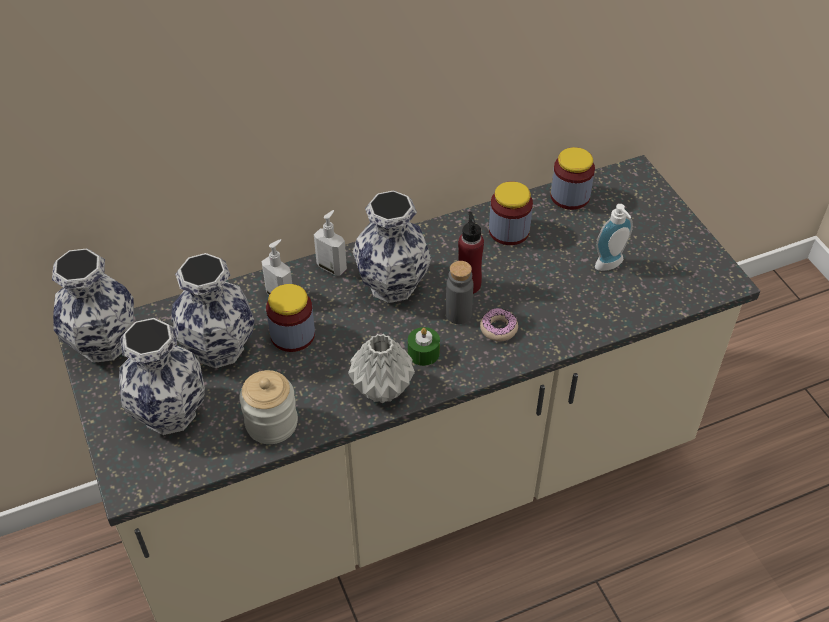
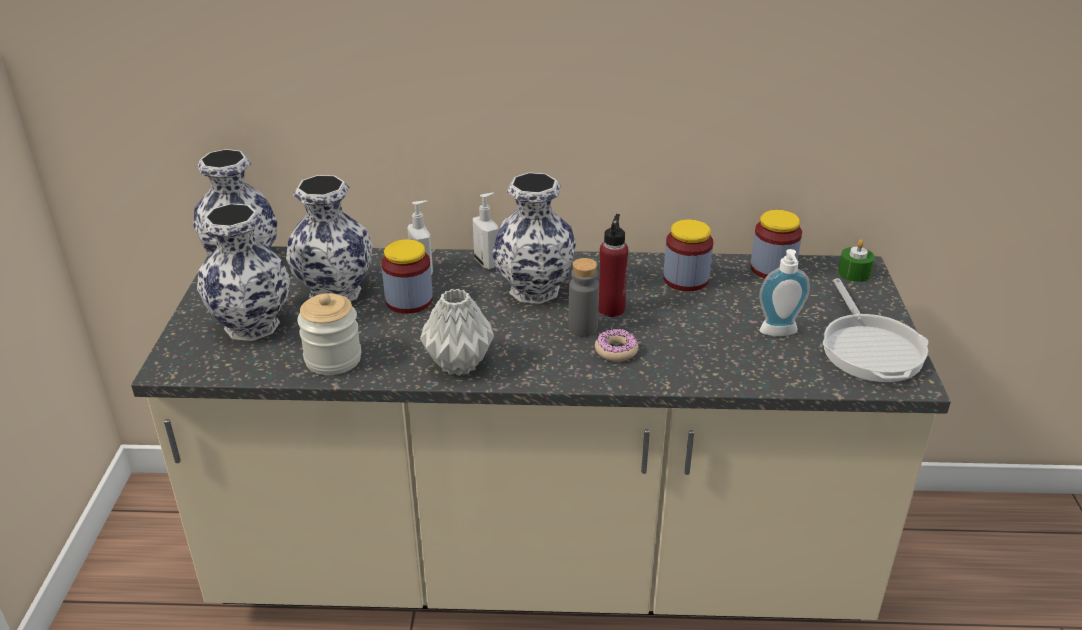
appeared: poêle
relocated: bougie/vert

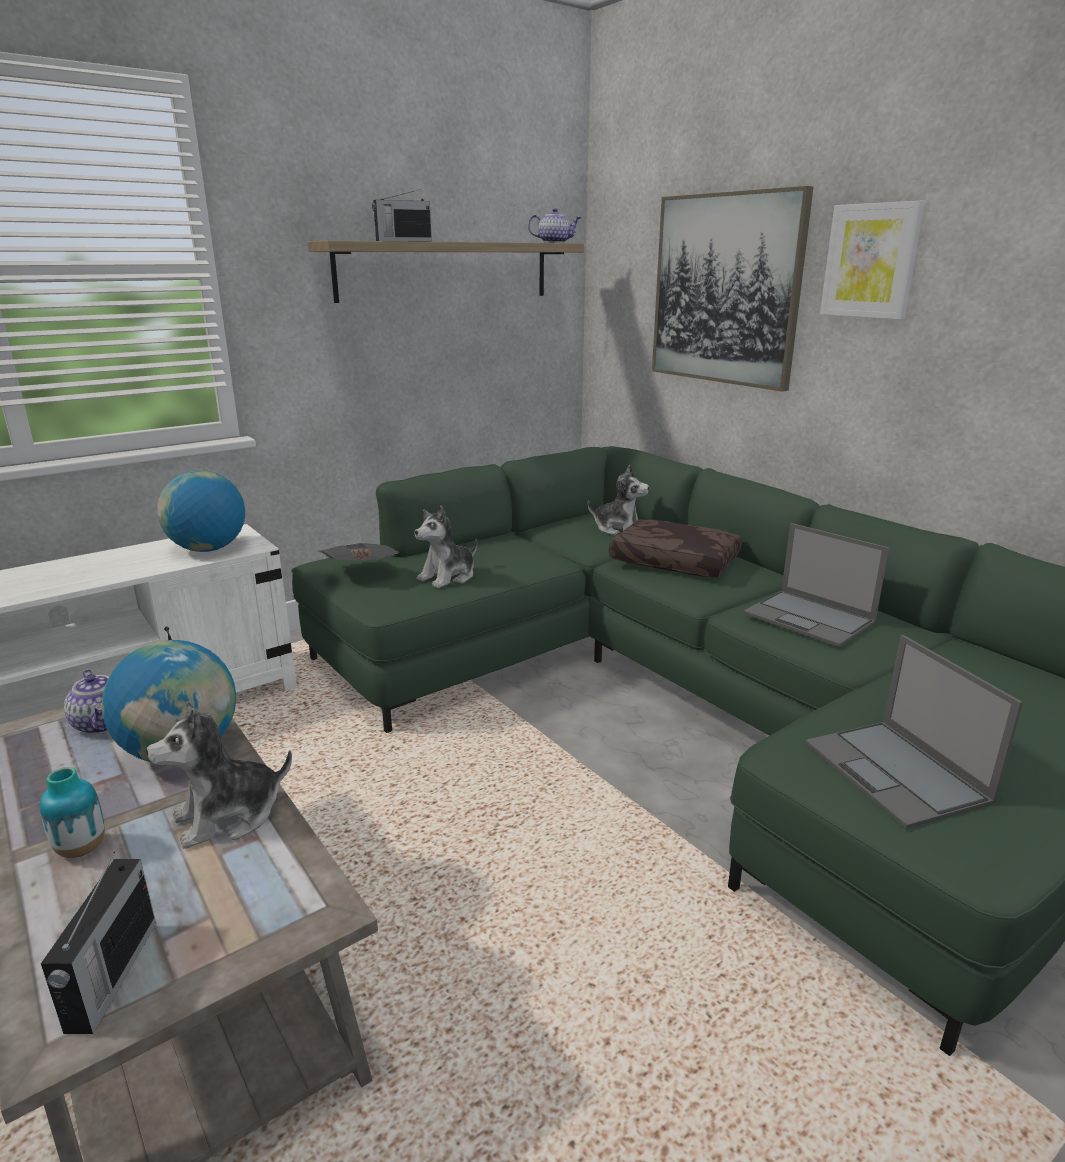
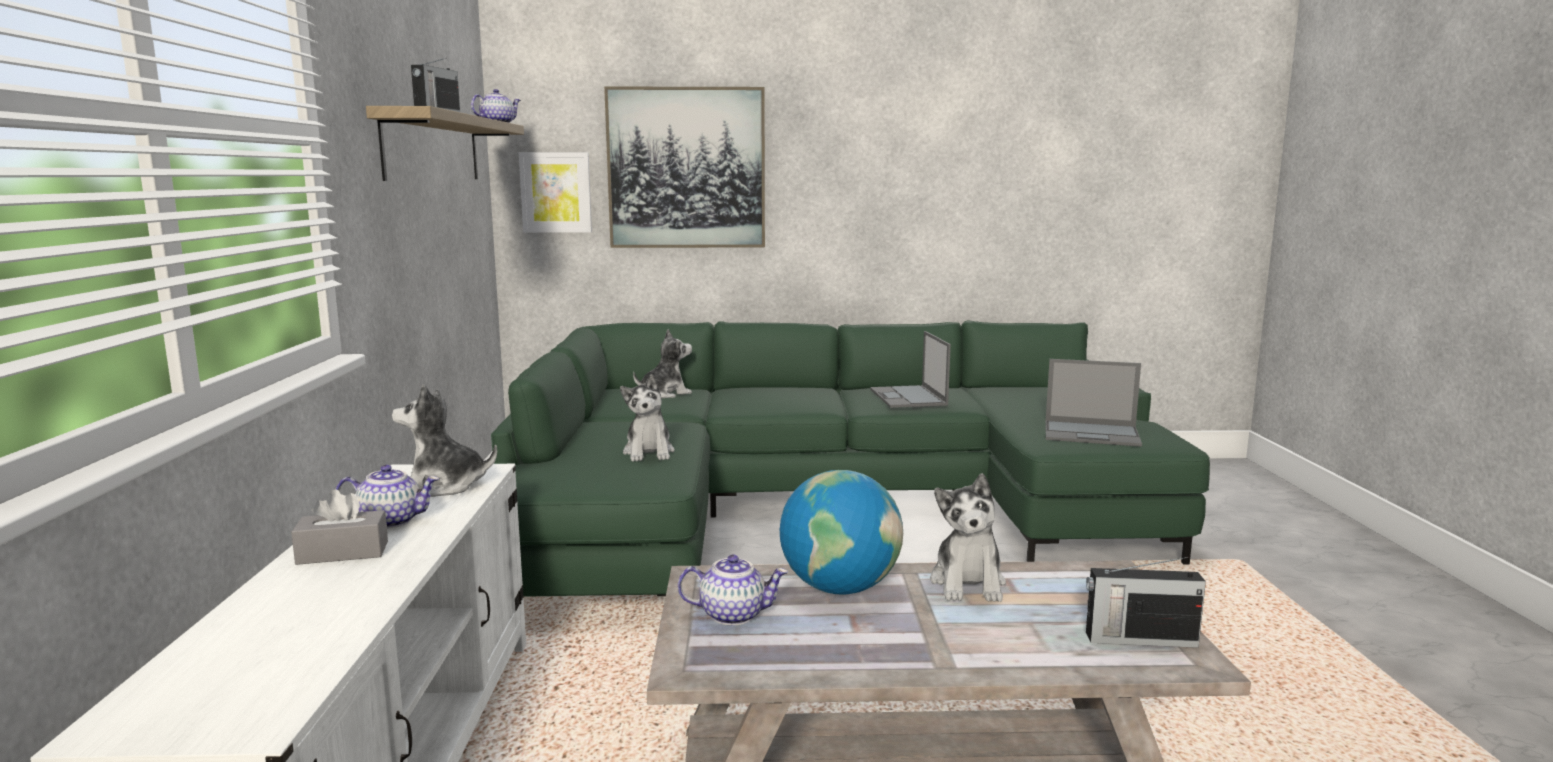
missing: vase; journal; coussin/marron
appeared: boîte à mouchoirs/gris; théière (no. 1 from left)
relocated: tableau (no. 2 from left in the first image) to tableau (no. 1 from left)
exchanged: globe (no. 2 from left) to peluche (no. 1 from left)
spun: radio (no. 1 from left in the first image) 150 degrees clockwise; ordinateur portable (no. 1 from left) 90 degrees clockwise

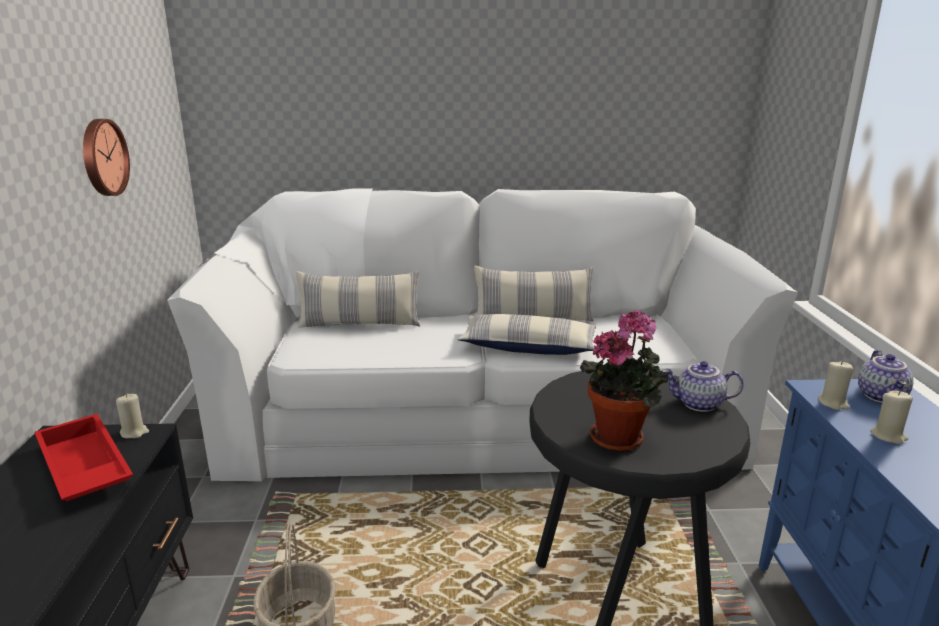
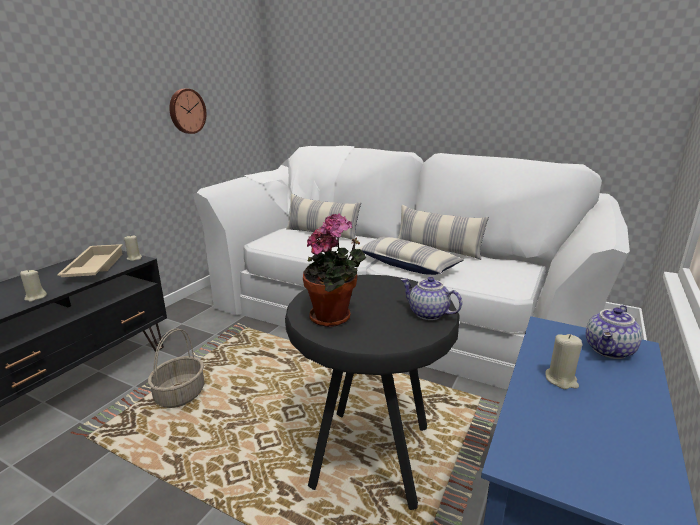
relocated: bougie/beige (no. 2 from left in the first image) to bougie/beige (no. 1 from left)
colour: plateau/rouge to plateau/beige

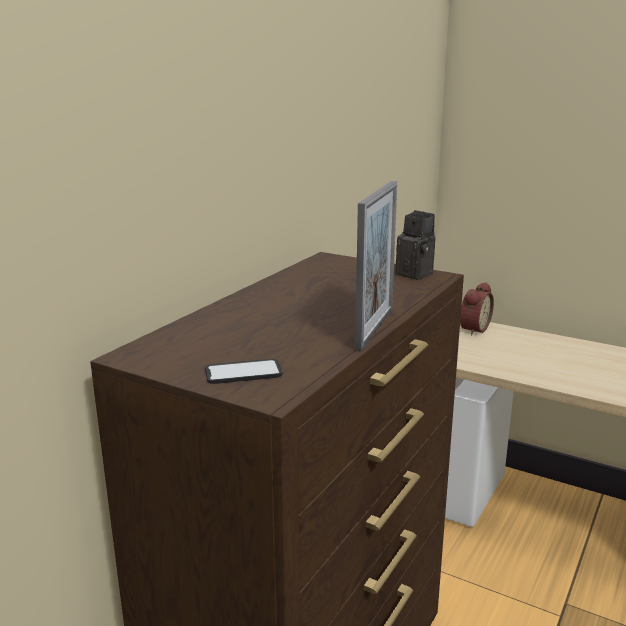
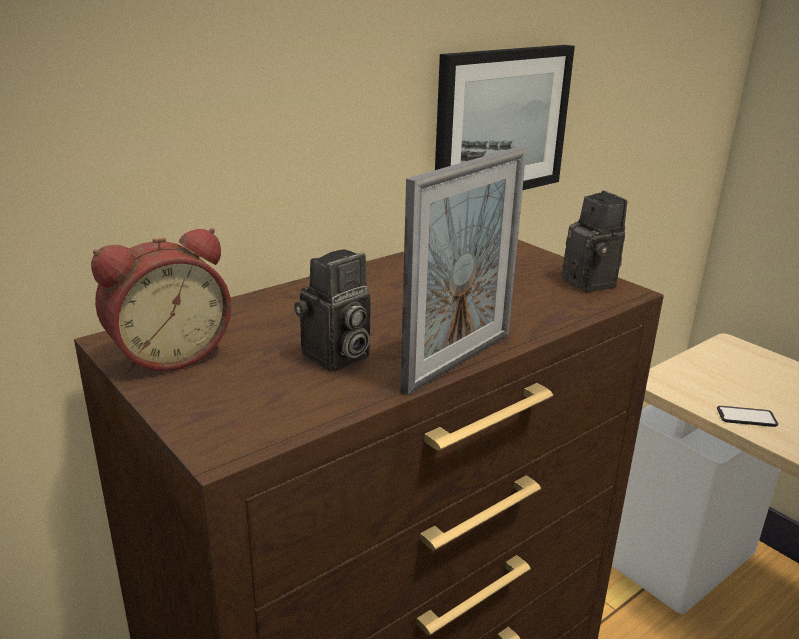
appeared: appareil photo (no. 1 from left); tableau
relocated: téléphone; réveil

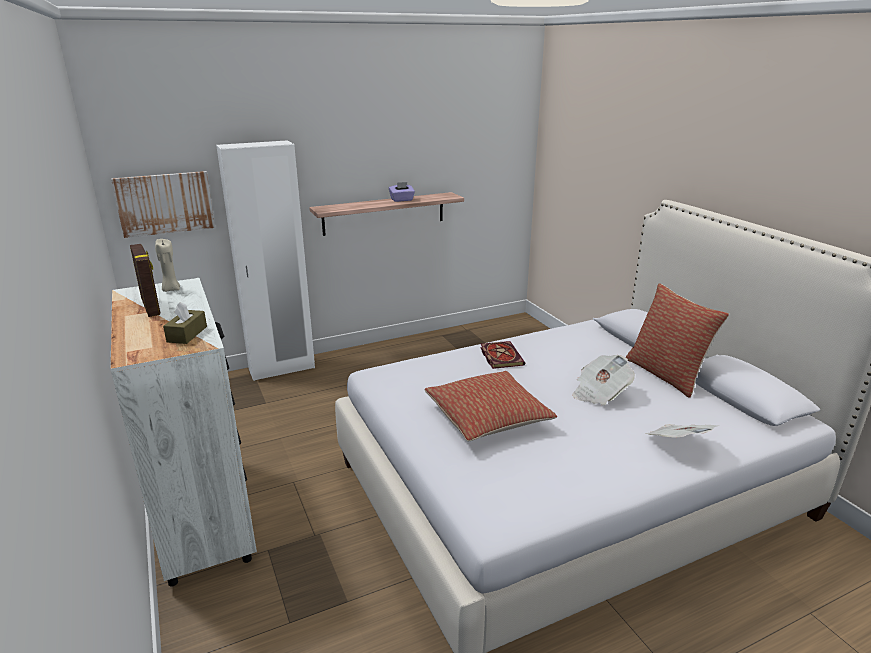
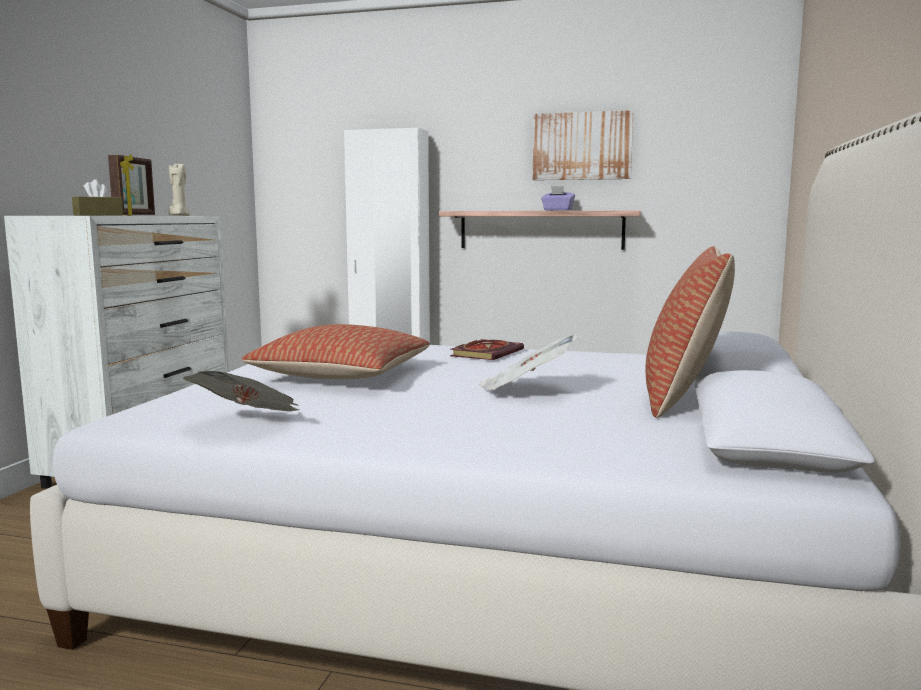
relocated: tableau; journal (no. 2 from left in the first image) to journal (no. 1 from left)

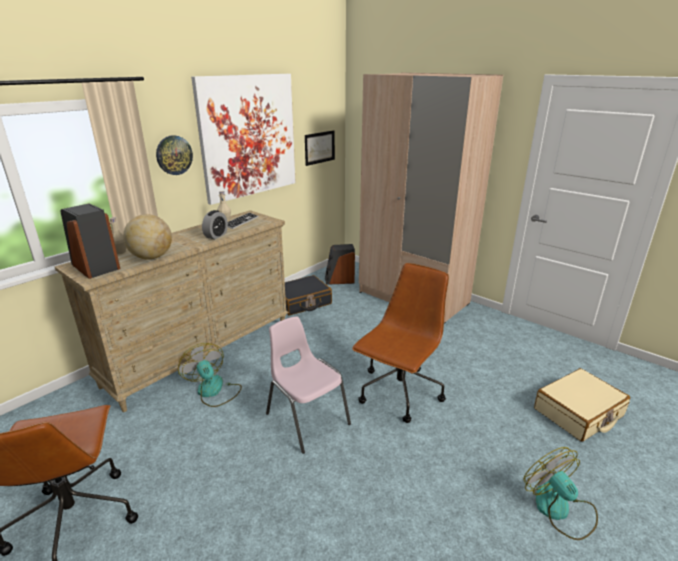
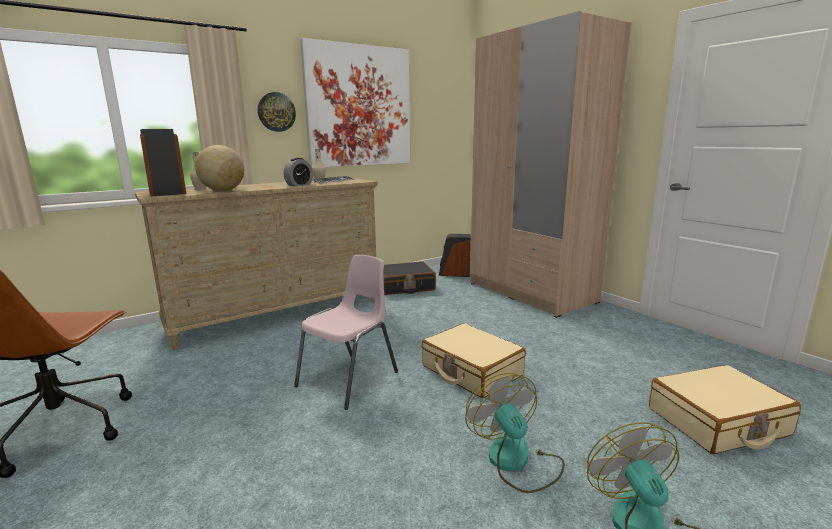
missing: tableau (no. 2 from left)
relocated: ventilateur (no. 1 from left)
exchanged: chaise de bureau/marron (no. 2 from left) to valise/beige (no. 1 from left)
spun: chaise/rose 60 degrees clockwise

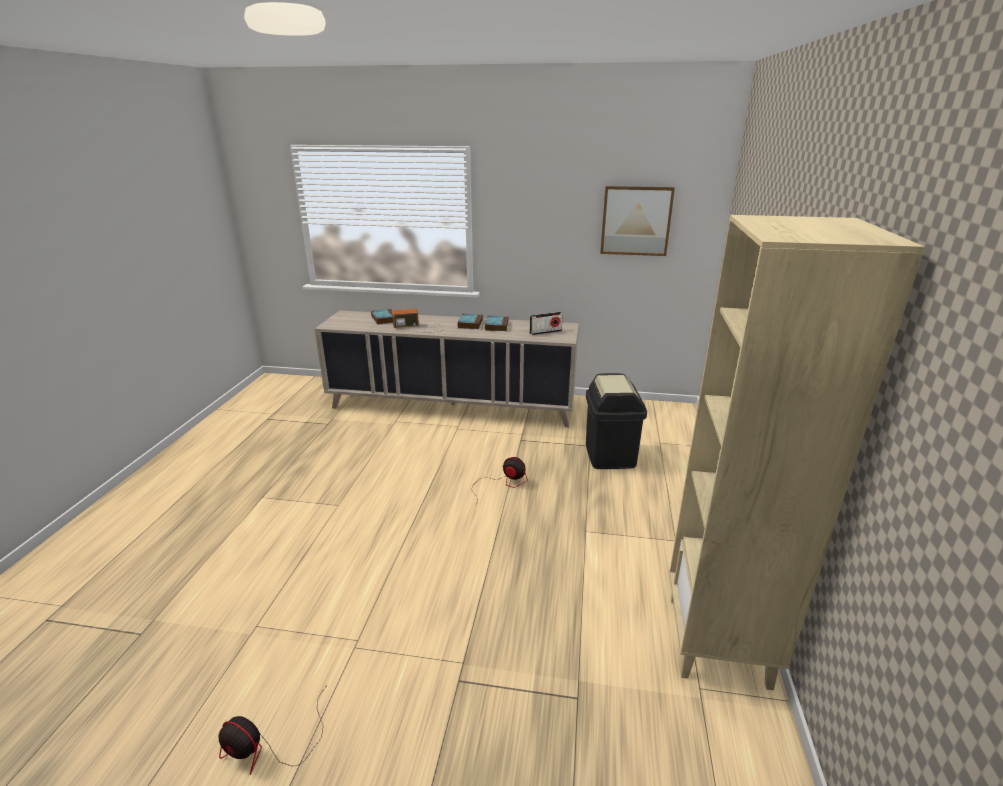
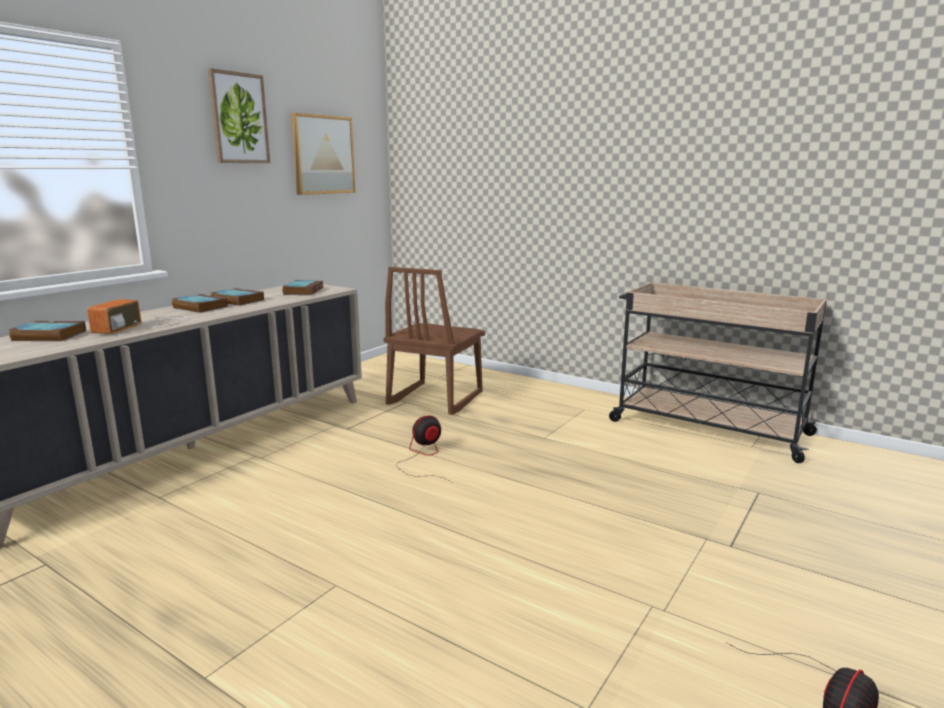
appeared: tableau (no. 1 from left)
exchanged: radio (no. 2 from left) to livre (no. 4 from left); poubelle/noir to chaise/marron; bibliothèque/beige to chariot/beige

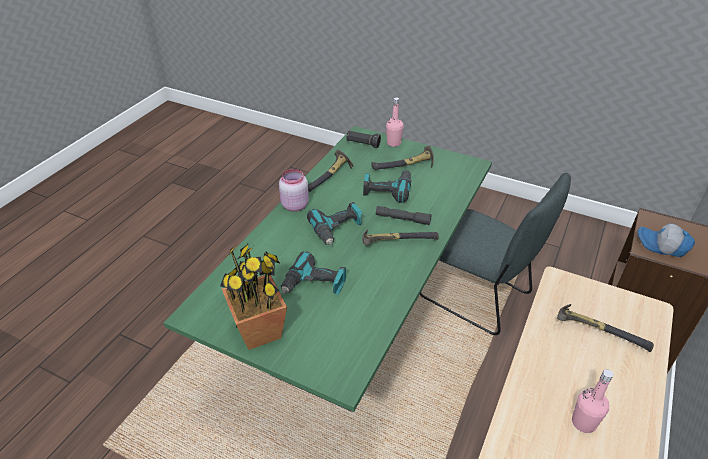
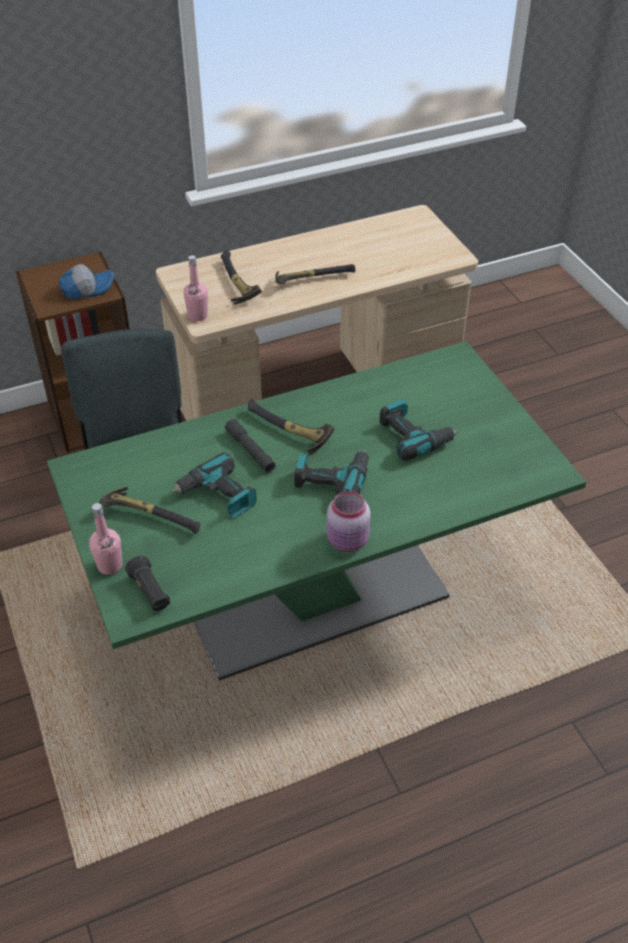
missing: plante en pot
relocated: marteau (no. 1 from left in the first image) to marteau (no. 4 from left); bouteille/rose (no. 2 from left)
spun: casquette 90 degrees counterclockwise

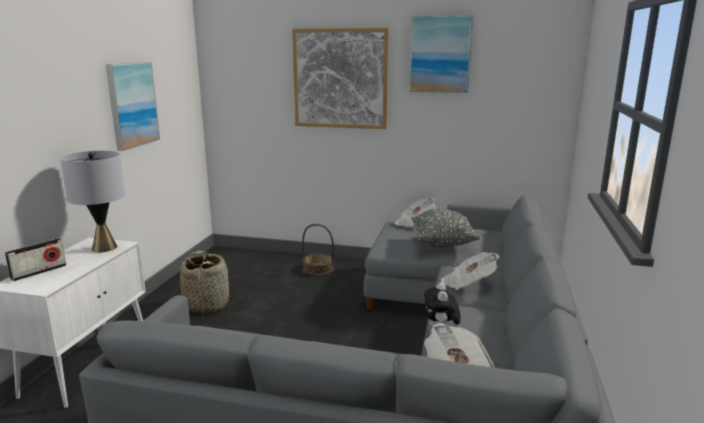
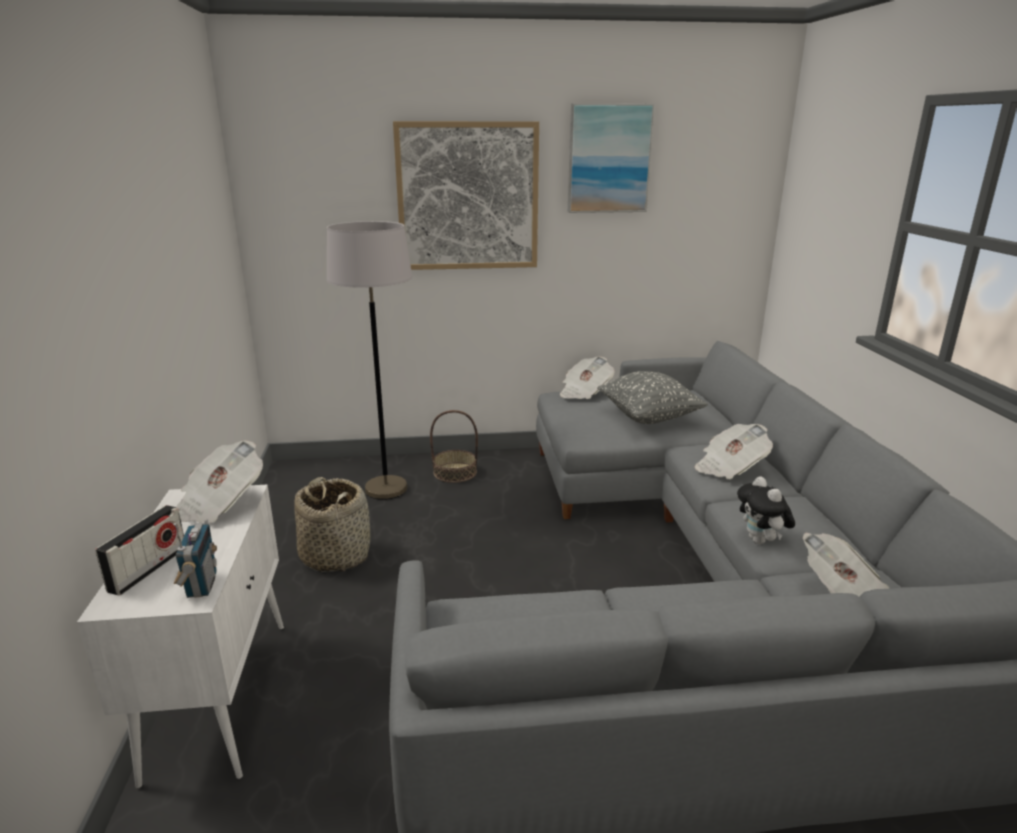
missing: tableau (no. 1 from left)
appeared: radio (no. 2 from left); lampadaire/gris
exchanged: lampe de table/gris to journal (no. 1 from left)

